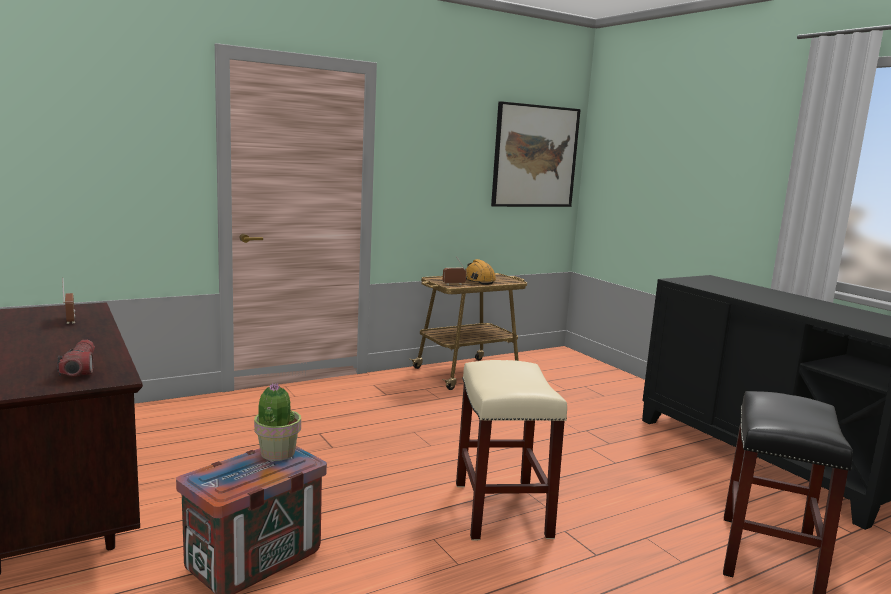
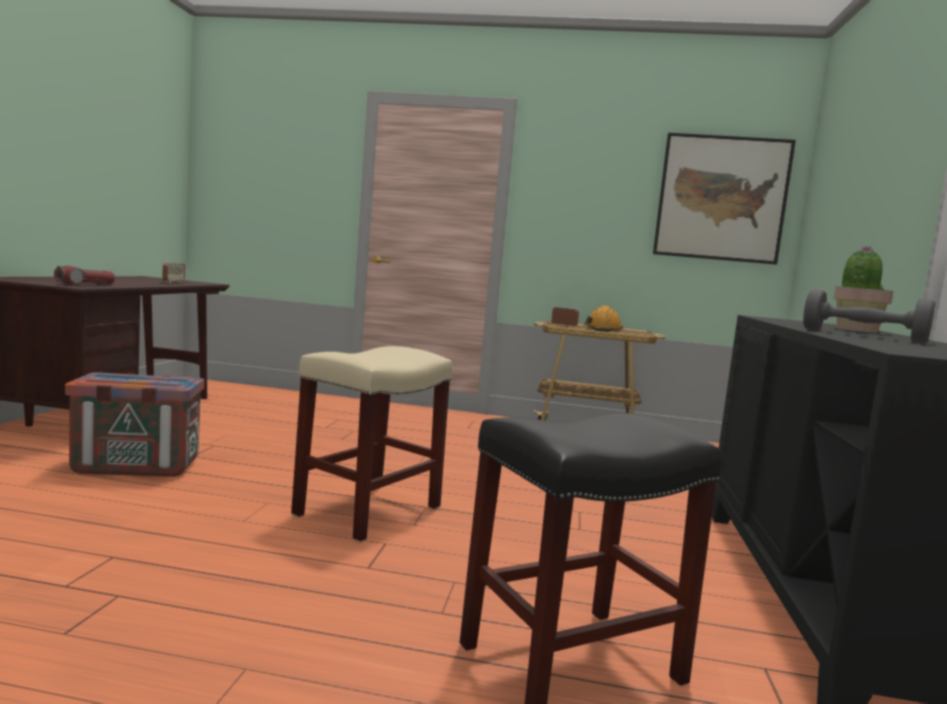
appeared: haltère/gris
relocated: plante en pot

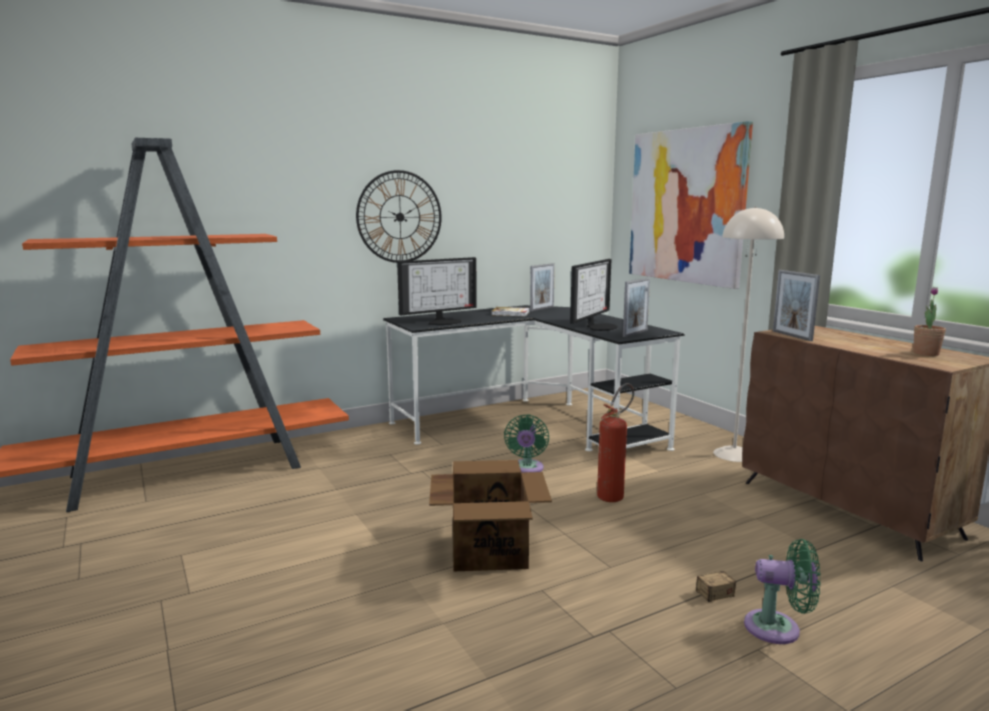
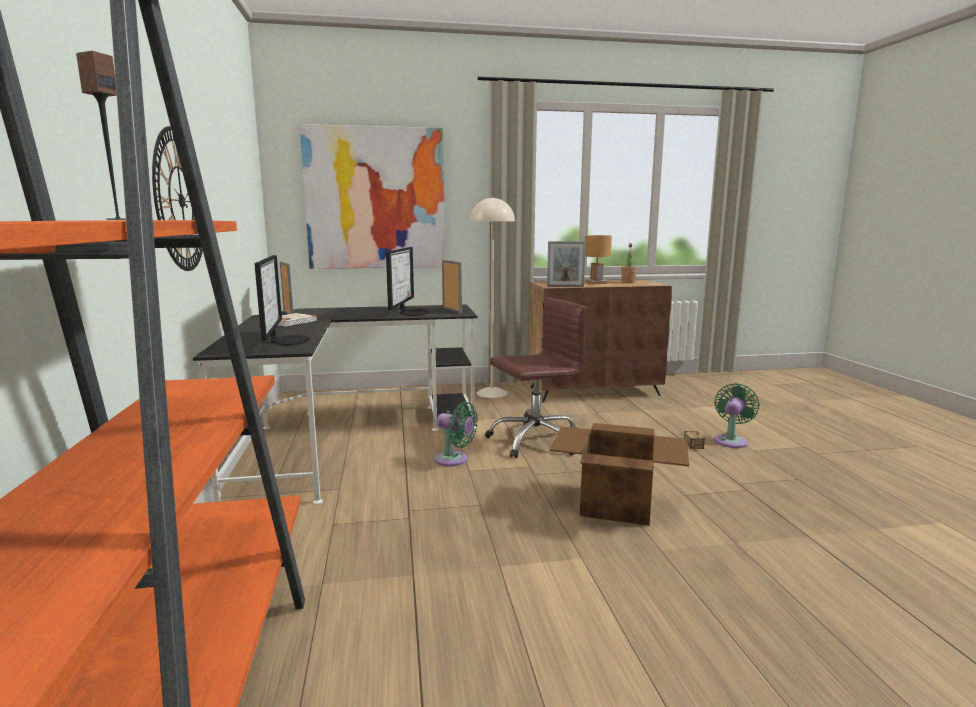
appeared: enceinte; lampe de table/marron
exchanged: extincteur to chaise de bureau/marron
spun: écran d'ordinateur (no. 2 from left) 45 degrees clockwise

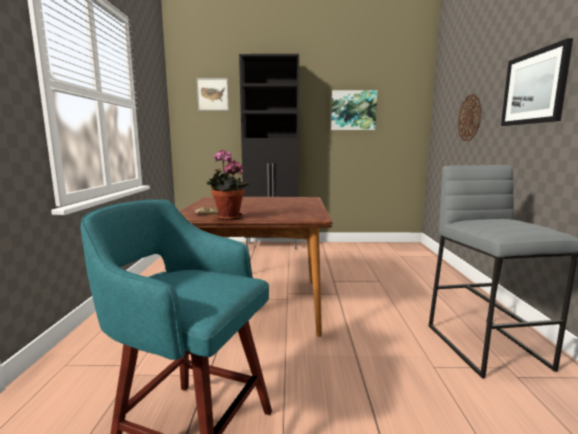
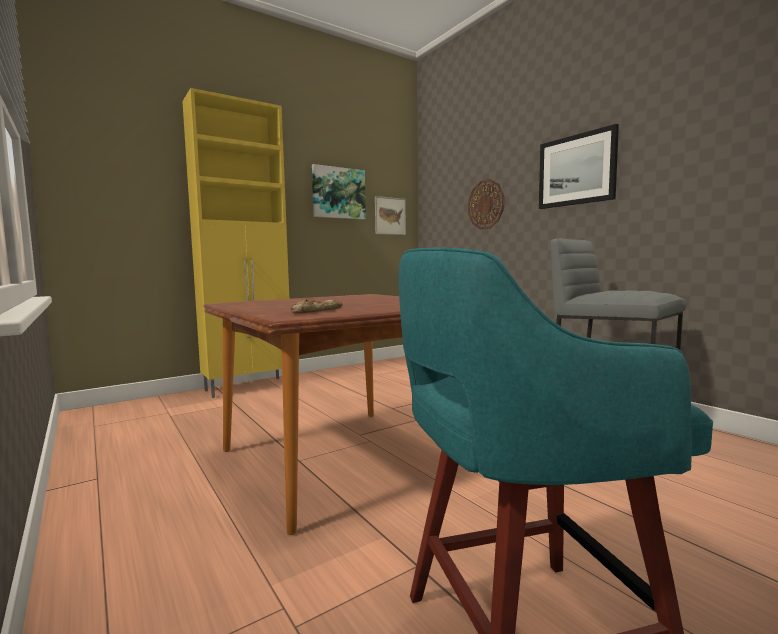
missing: plante en pot
relocated: tableau (no. 1 from left in the first image) to tableau (no. 2 from left)
colour: meuble de rangement/noir to meuble de rangement/jaune

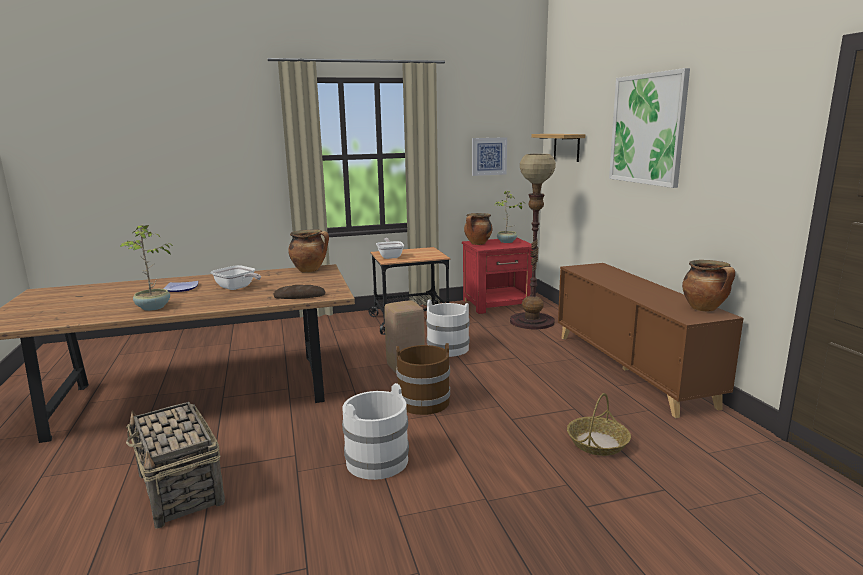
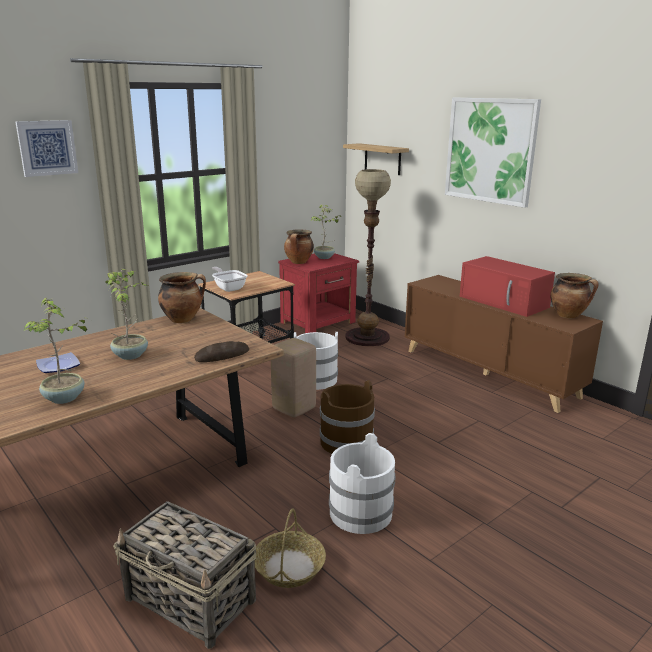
appeared: micro-ondes/rouge
relocated: tableau (no. 1 from left); panier (no. 2 from left)
exchanged: poêle (no. 1 from left) to plante en pot (no. 2 from left)

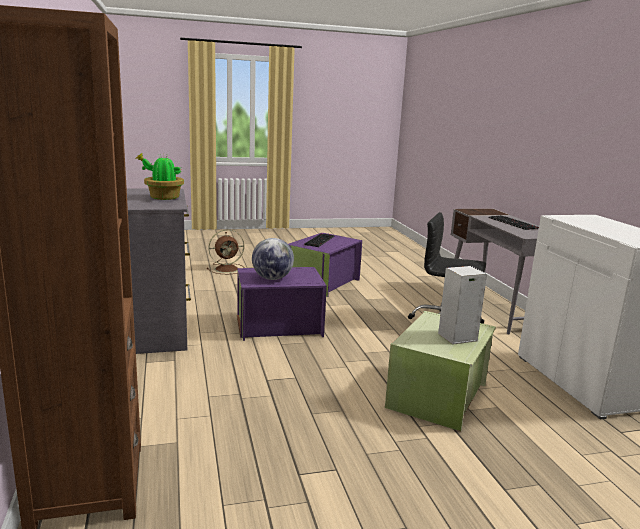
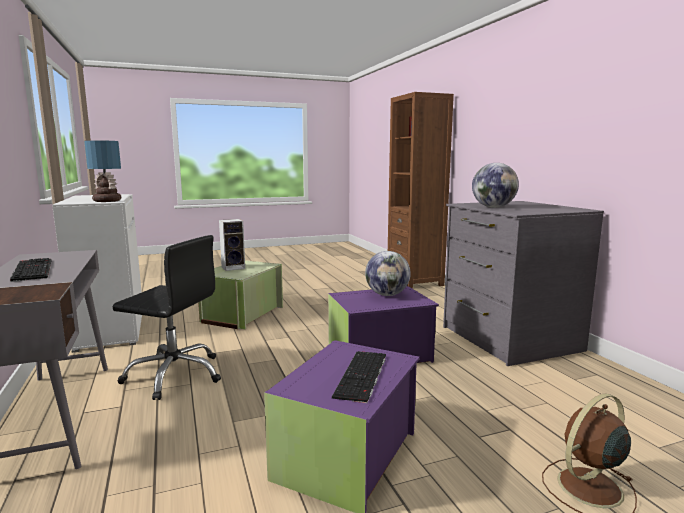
appeared: lampe de table
exchanged: plante en pot to globe (no. 2 from left)

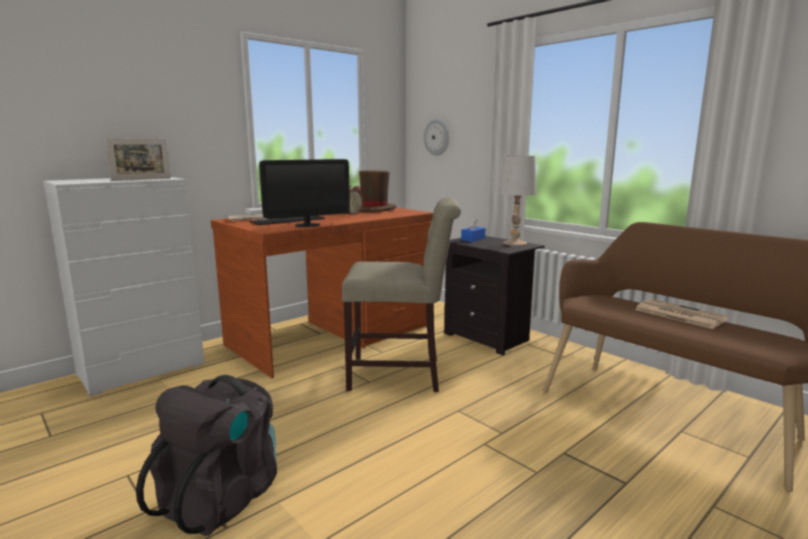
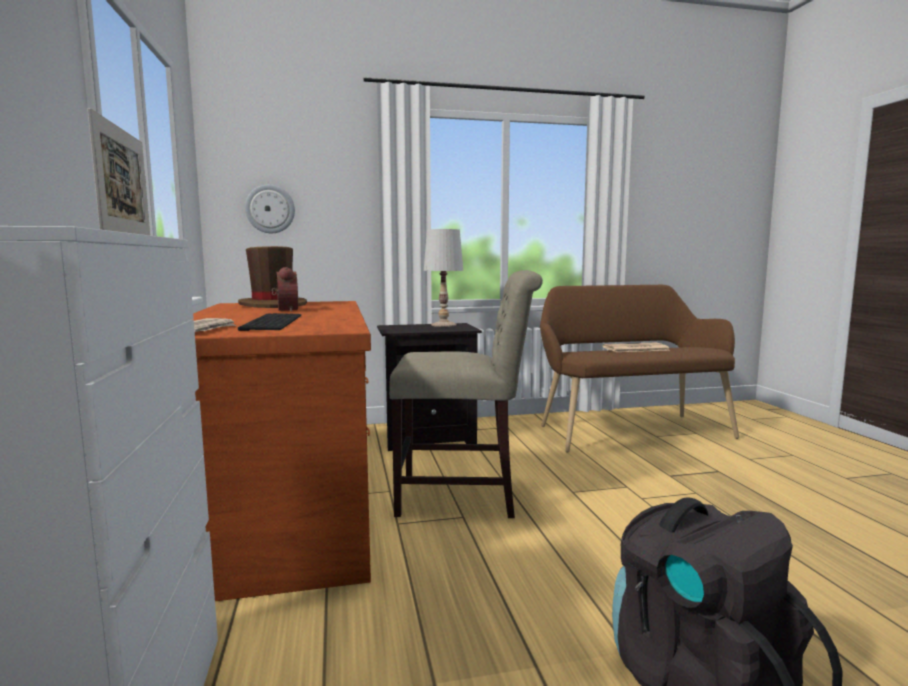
missing: écran d'ordinateur; boîte à mouchoirs/bleu
spun: chaise/beige 60 degrees clockwise

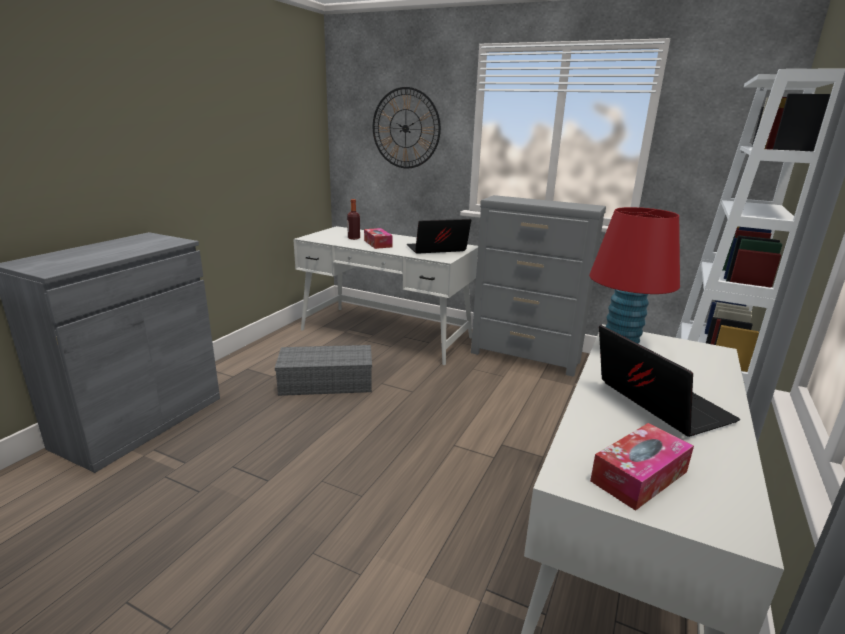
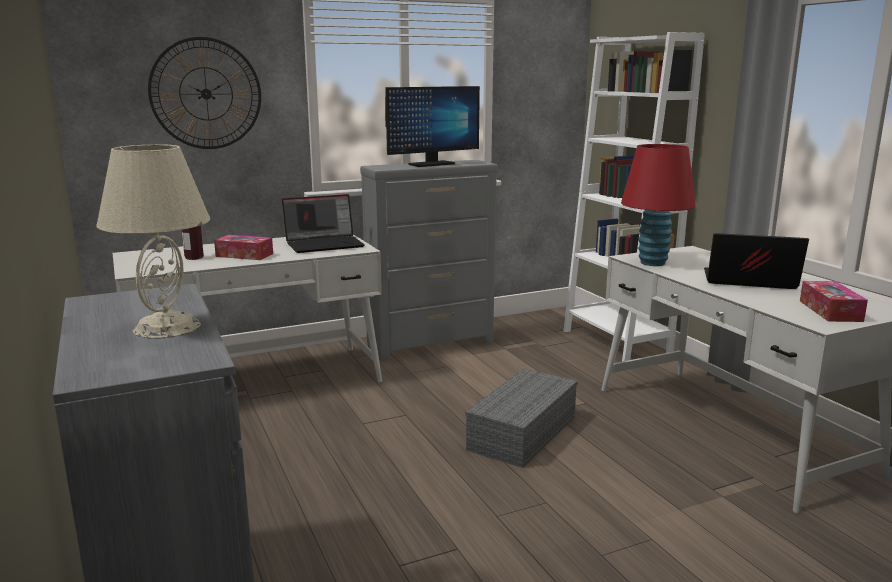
appeared: lampe de table/beige; écran d'ordinateur
relocated: boîte de rangement/gris
spun: ordinateur portable (no. 1 from left) 135 degrees counterclockwise

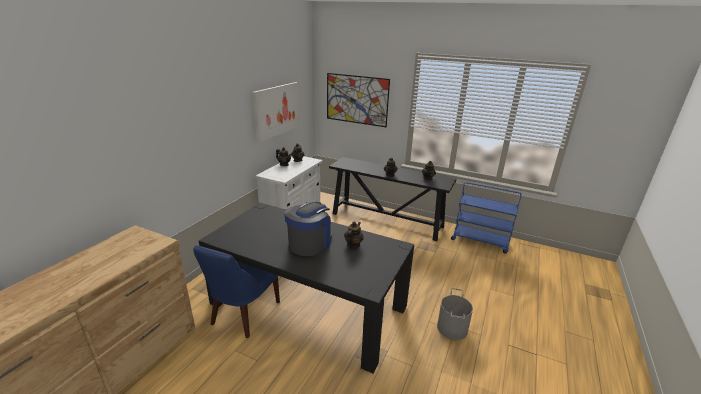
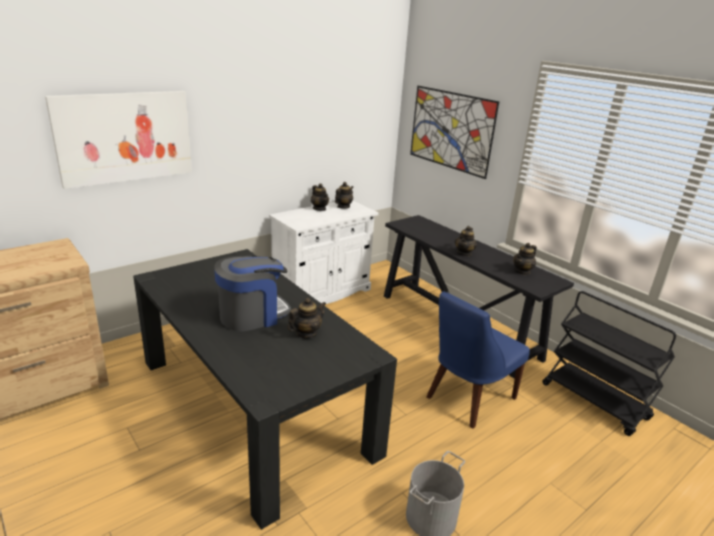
relocated: chaise/bleu; tableau (no. 1 from left)
colour: chariot/bleu to chariot/noir

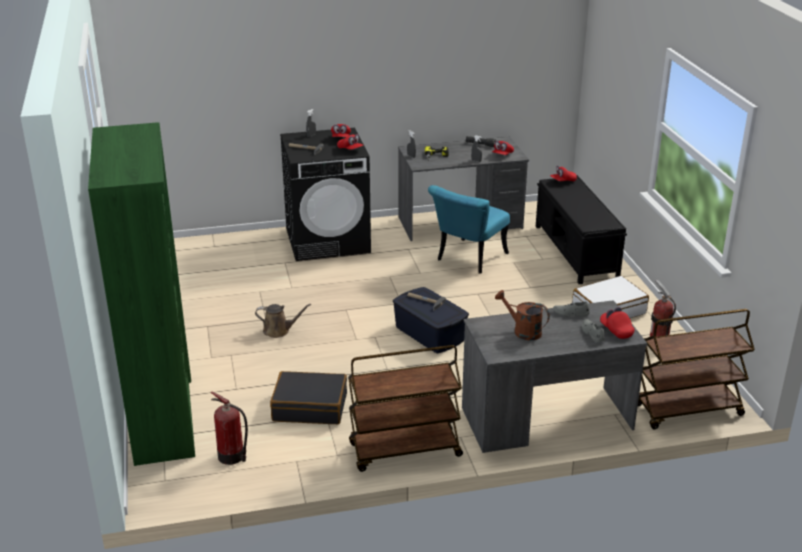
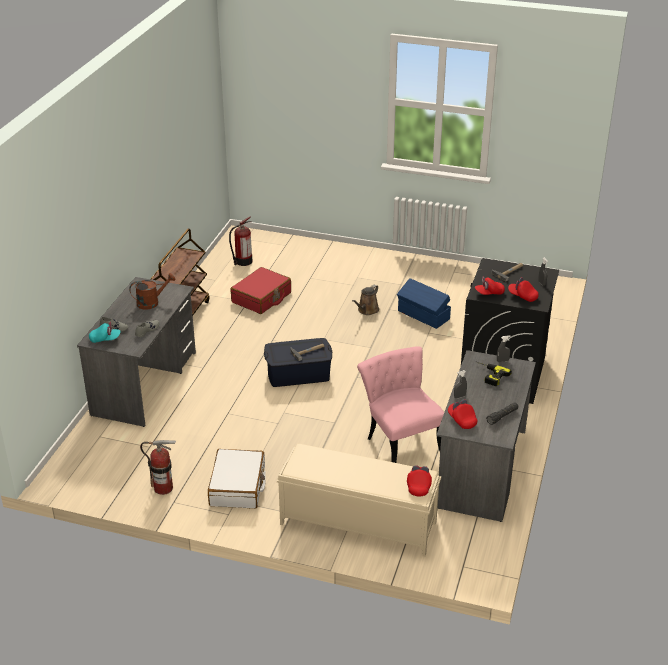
missing: bibliothèque/vert; chariot/marron (no. 2 from left)
appeared: boîte de rangement/bleu (no. 2 from left)
colour: valise/noir to valise/rouge; chaise/turquoise to chaise/rose; banc/noir to banc/beige; casquette/rouge (no. 5 from left) to casquette/turquoise

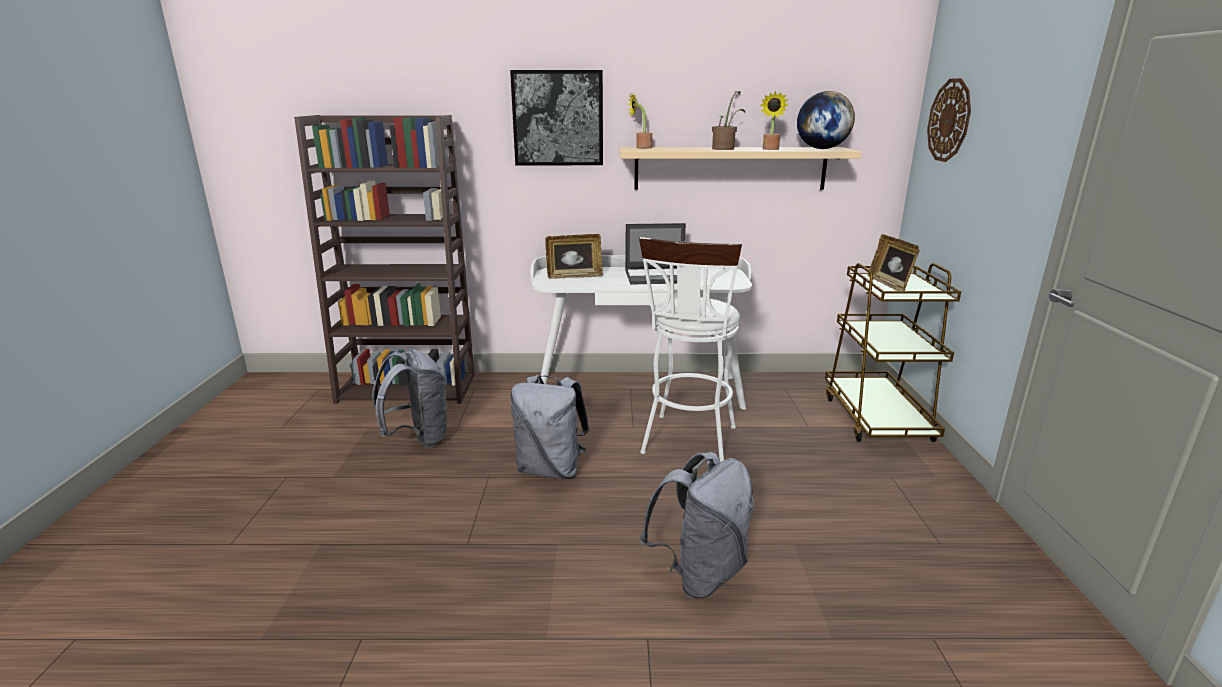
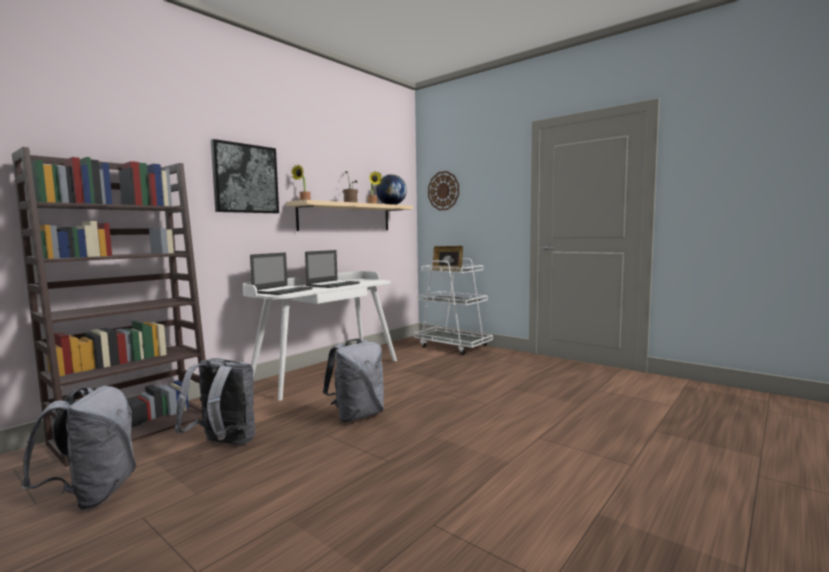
missing: tabouret/blanc
relocated: sac à dos/gris (no. 3 from left in the first image) to sac à dos/gris (no. 1 from left)
exchanged: cadre photo (no. 1 from left) to ordinateur portable (no. 1 from left)
colour: chariot/marron to chariot/blanc

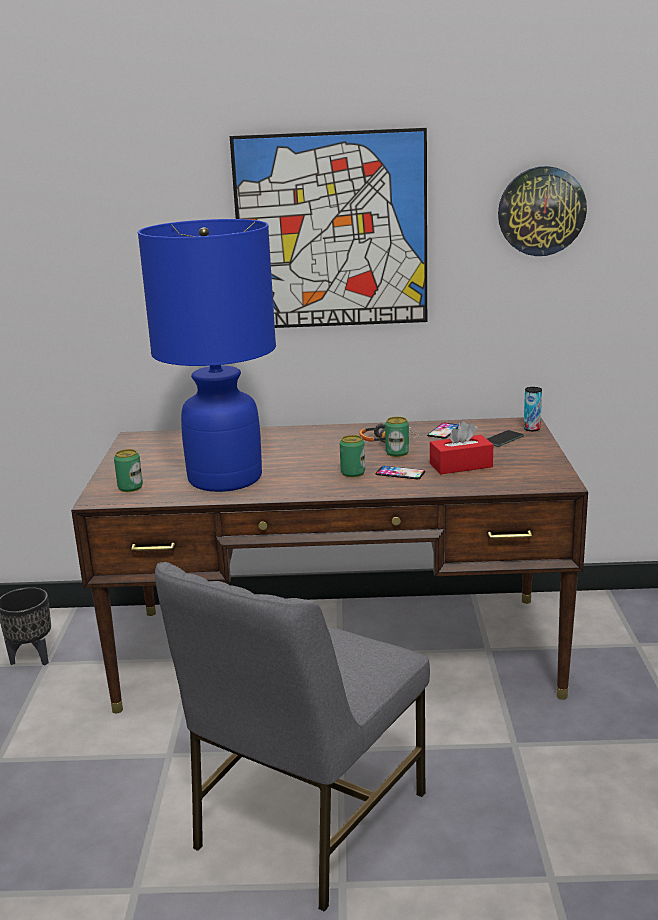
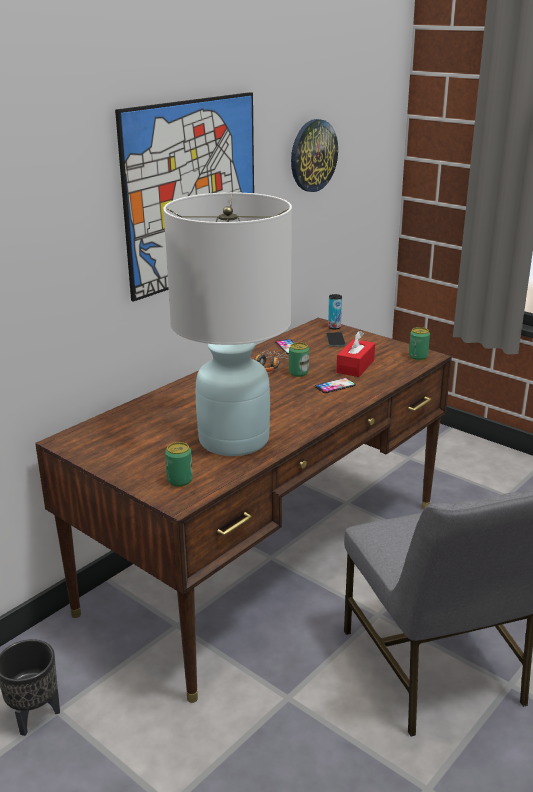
relocated: boîte métallique (no. 2 from left in the first image) to boîte métallique (no. 4 from left)
colour: lampe de table/bleu to lampe de table/blanc

